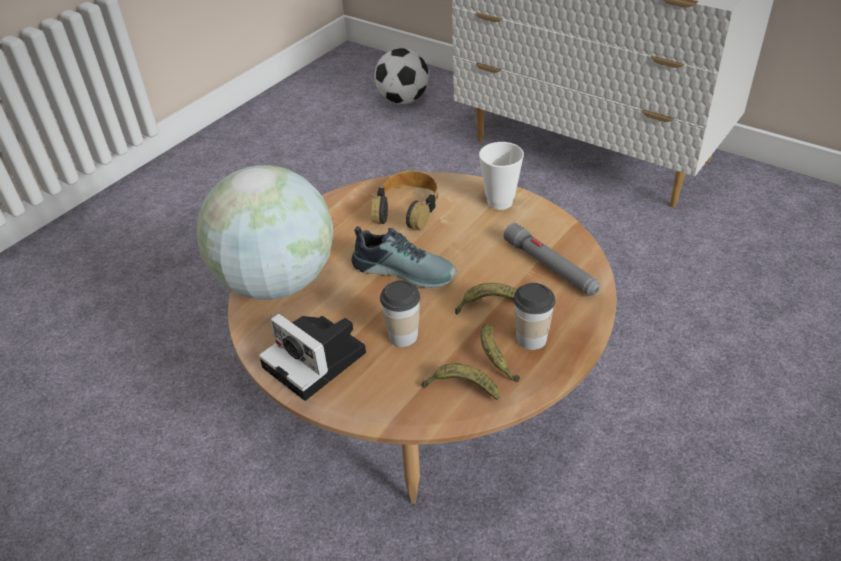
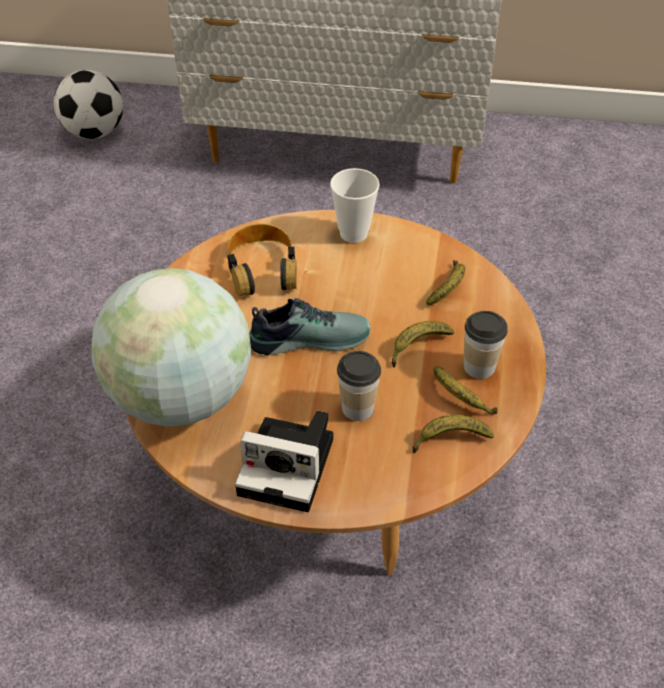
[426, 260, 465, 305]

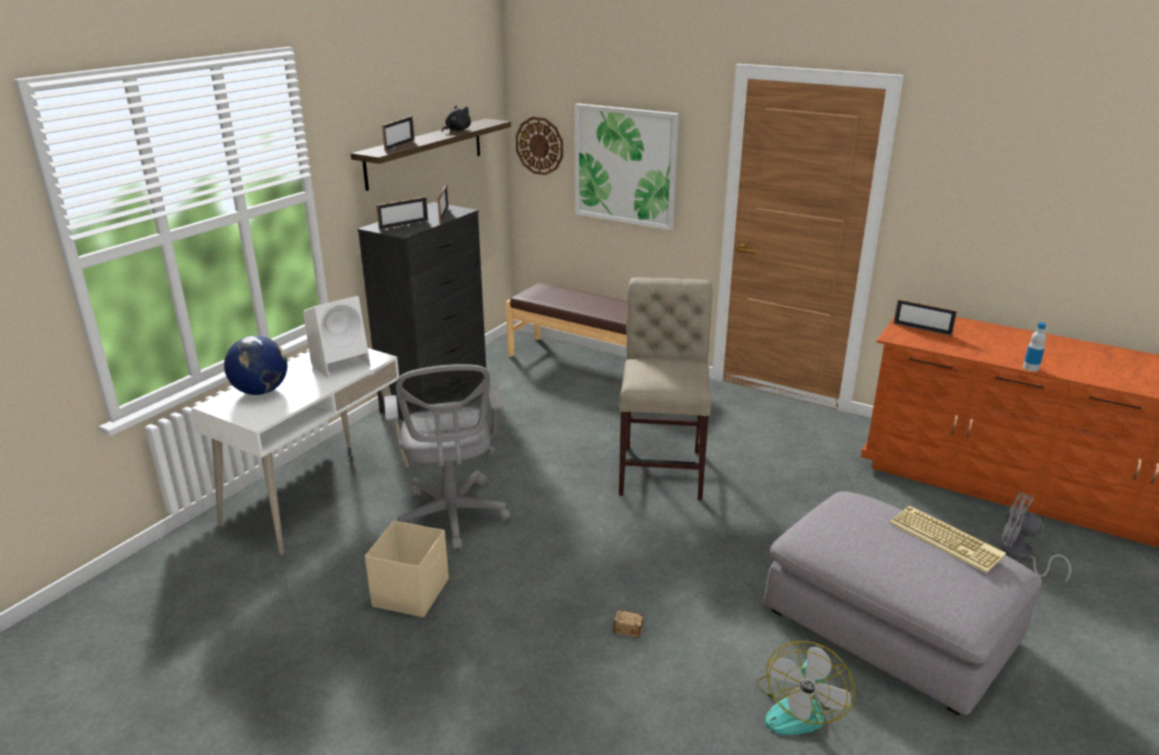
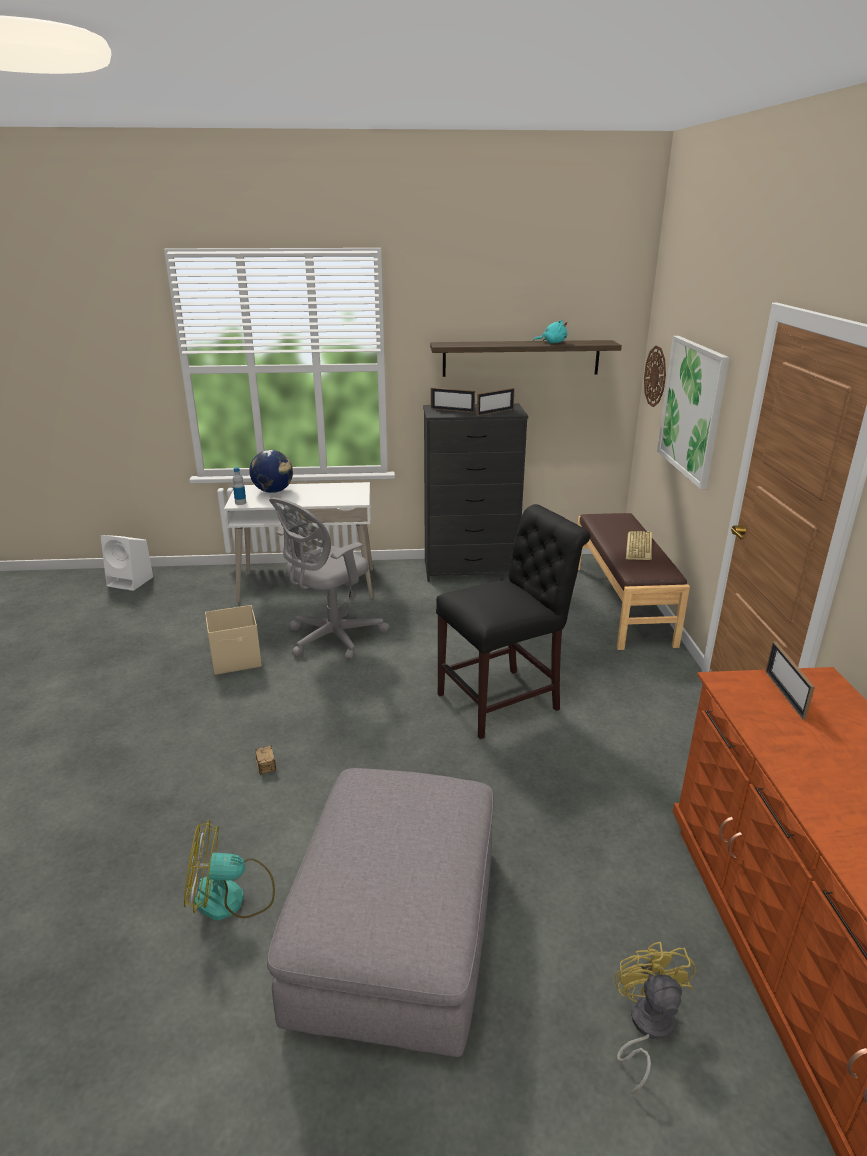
[101, 535, 153, 591]
[382, 116, 415, 151] (first image)
[533, 320, 567, 343]
[436, 504, 591, 739]
[626, 531, 652, 560]
[615, 942, 696, 1094]
[233, 467, 246, 505]

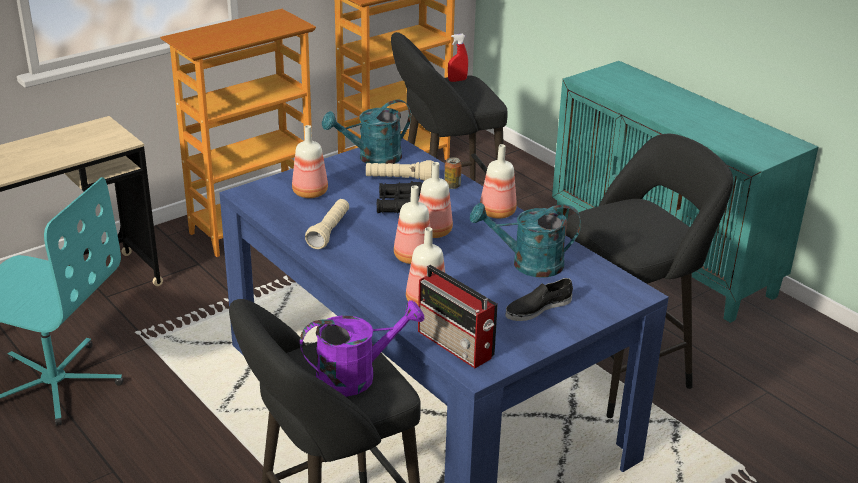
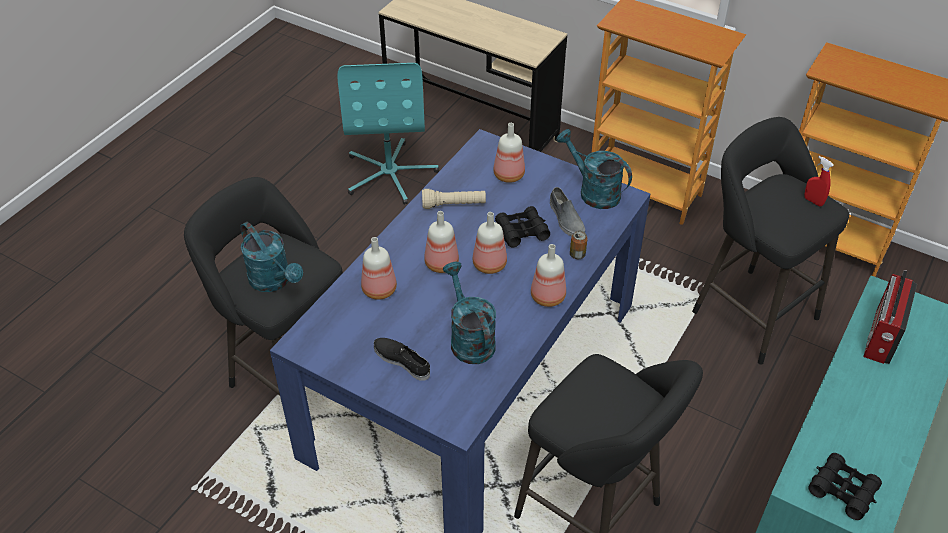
[240, 222, 303, 292]
[550, 187, 585, 236]
[863, 270, 917, 364]
[808, 453, 882, 520]

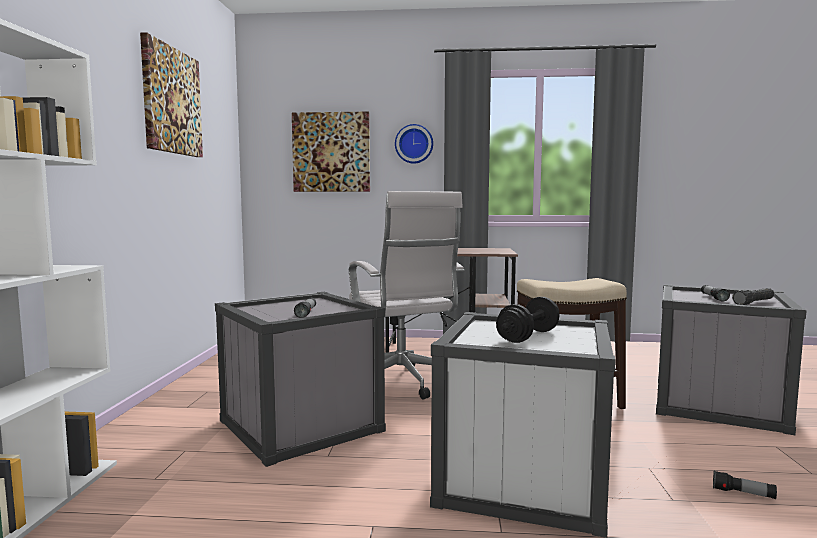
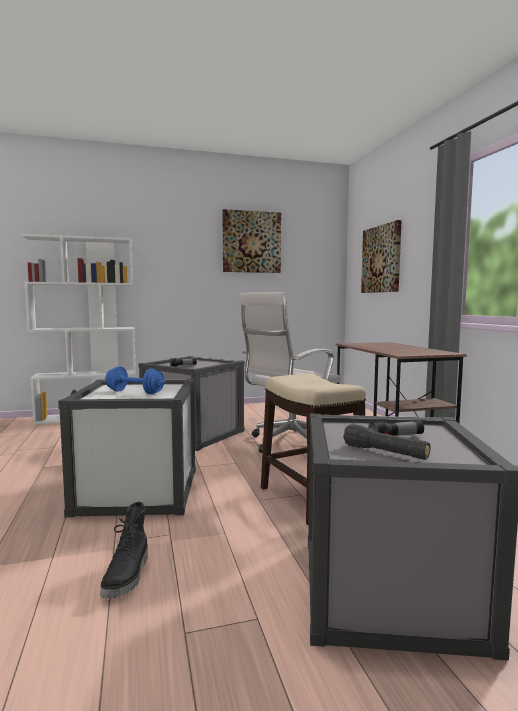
[395, 124, 433, 164] (first image)
[106, 366, 165, 394]
[100, 502, 148, 599]

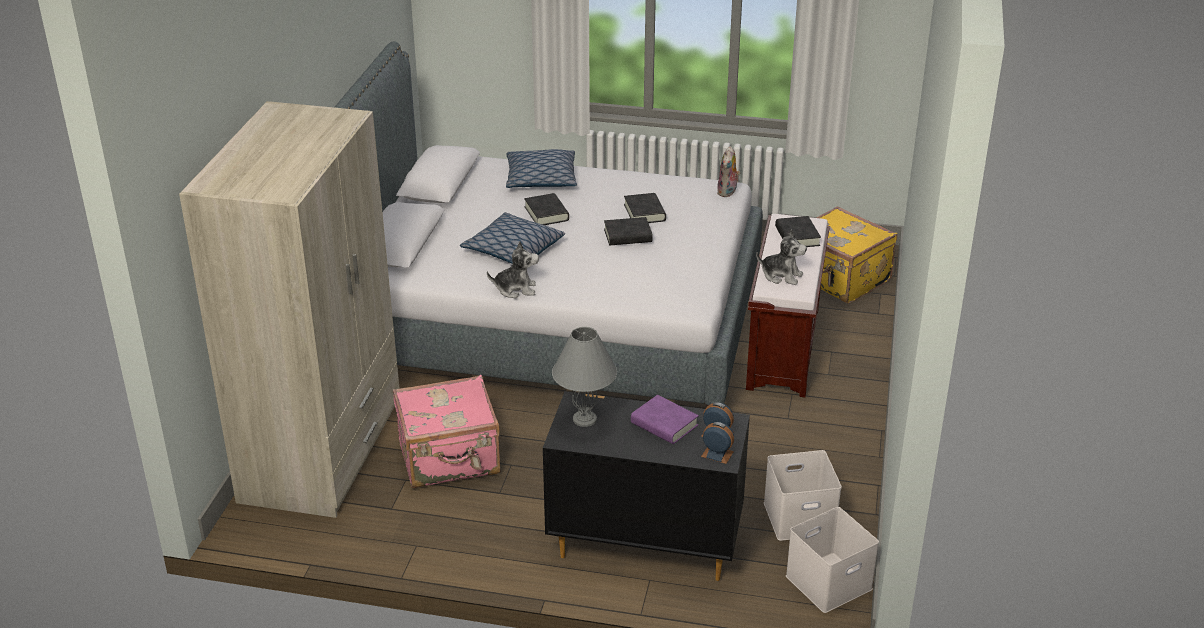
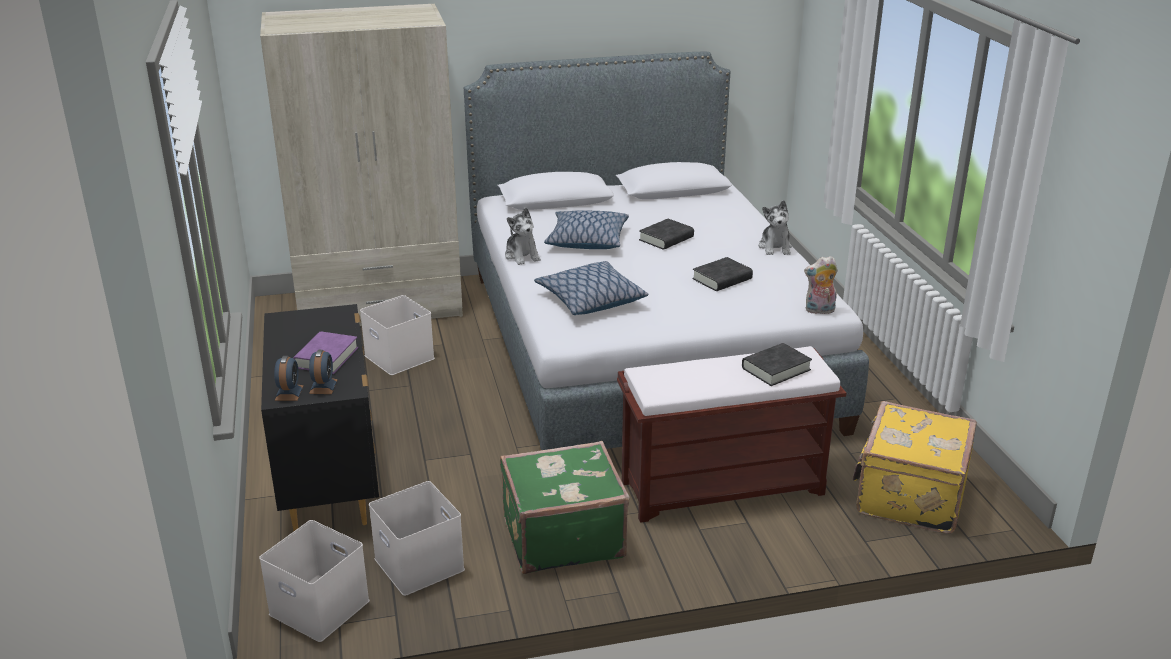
[360, 295, 435, 375]
[534, 261, 649, 315]
[552, 327, 617, 427] (first image)
[604, 217, 653, 245] (first image)
[759, 200, 792, 255]
[500, 441, 629, 574]

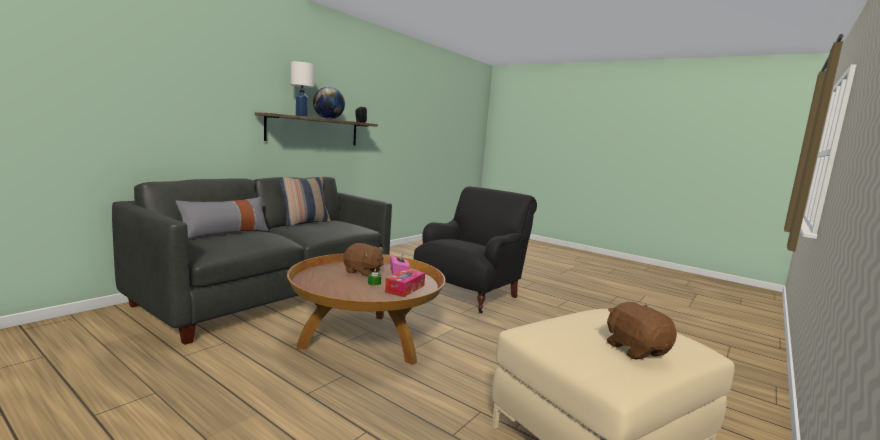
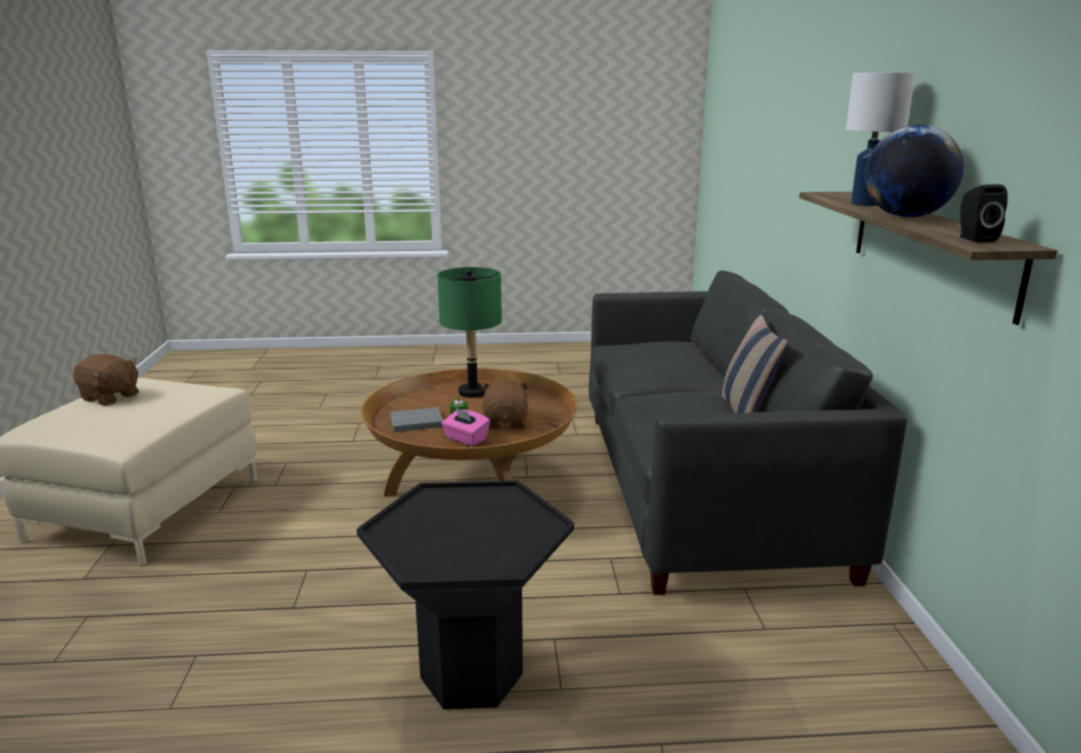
[176, 197, 269, 239] (first image)
[481, 379, 530, 429]
[390, 407, 443, 432]
[357, 480, 574, 709]
[437, 267, 502, 398]

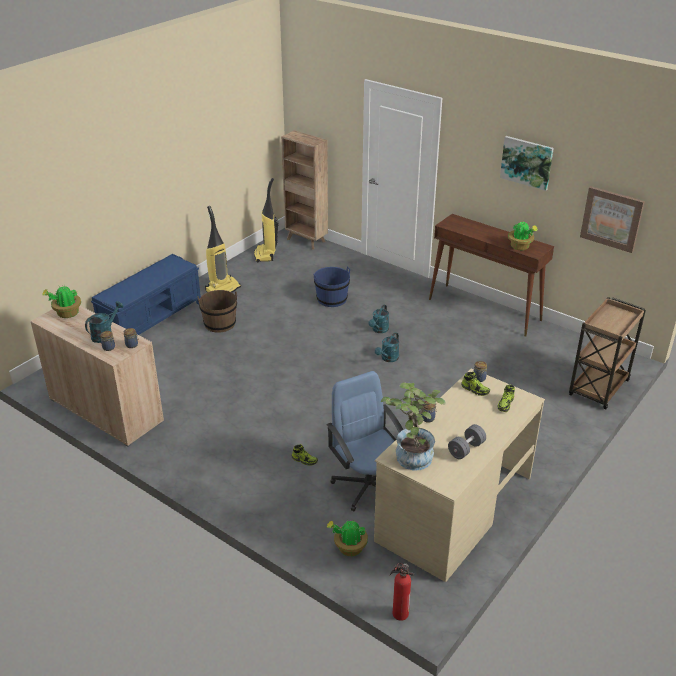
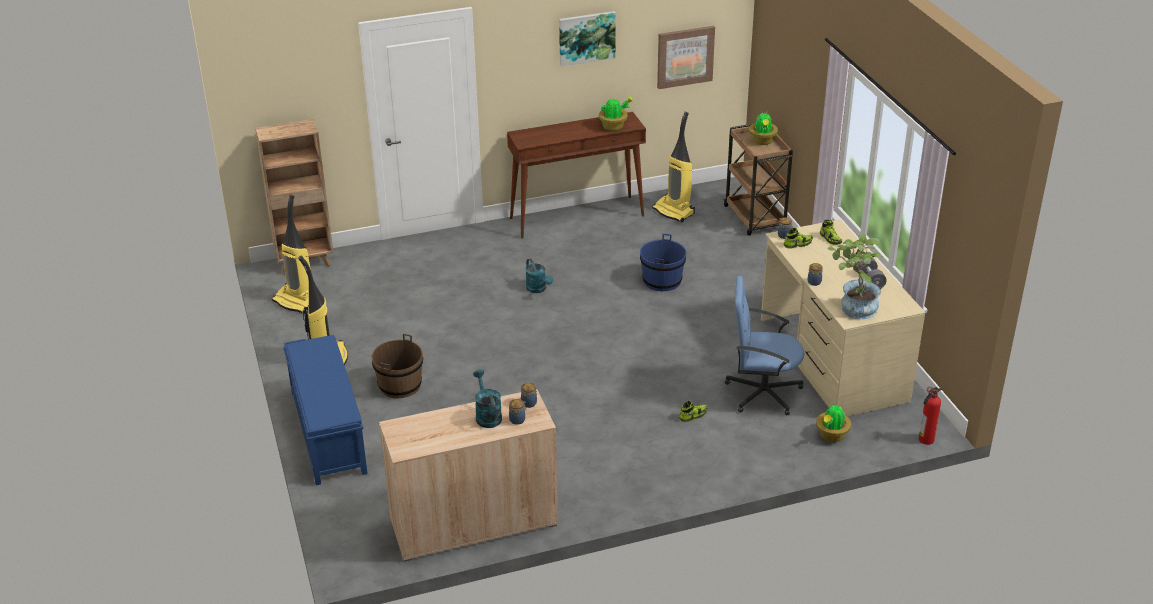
[749, 113, 778, 145]
[640, 234, 686, 291]
[375, 332, 399, 362] (first image)
[652, 112, 695, 222]

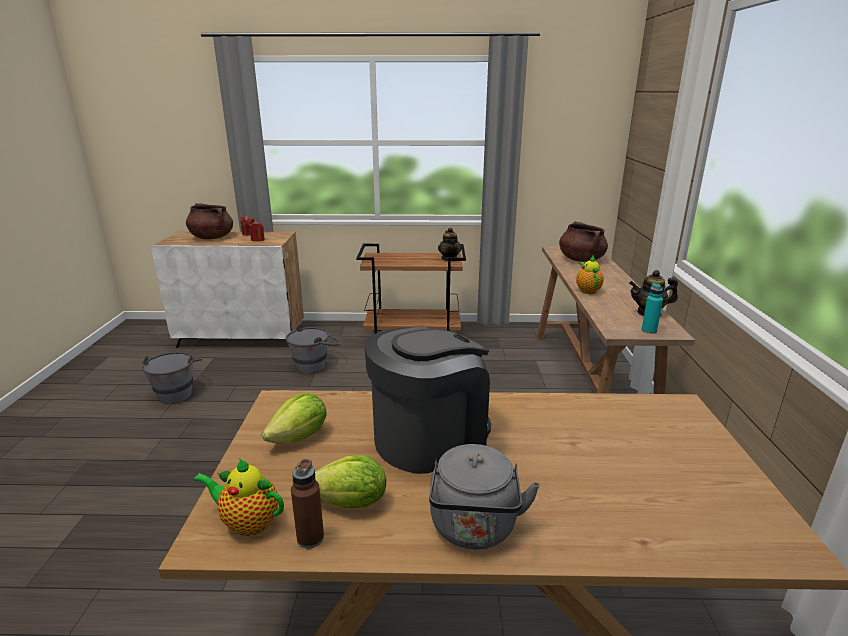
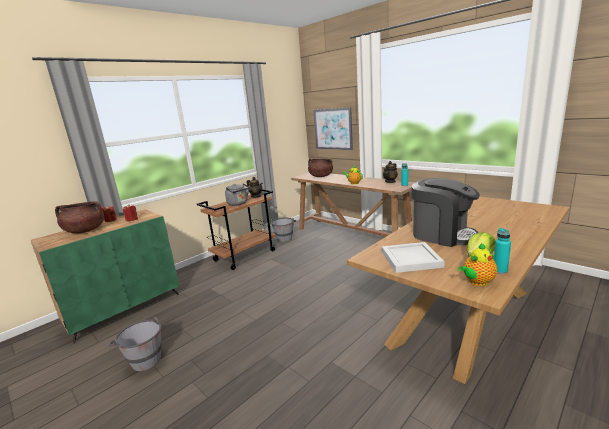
[31, 209, 179, 343]
[382, 242, 445, 273]
[270, 218, 296, 242]
[494, 228, 511, 274]
[412, 178, 480, 247]
[225, 183, 250, 206]
[314, 107, 353, 150]

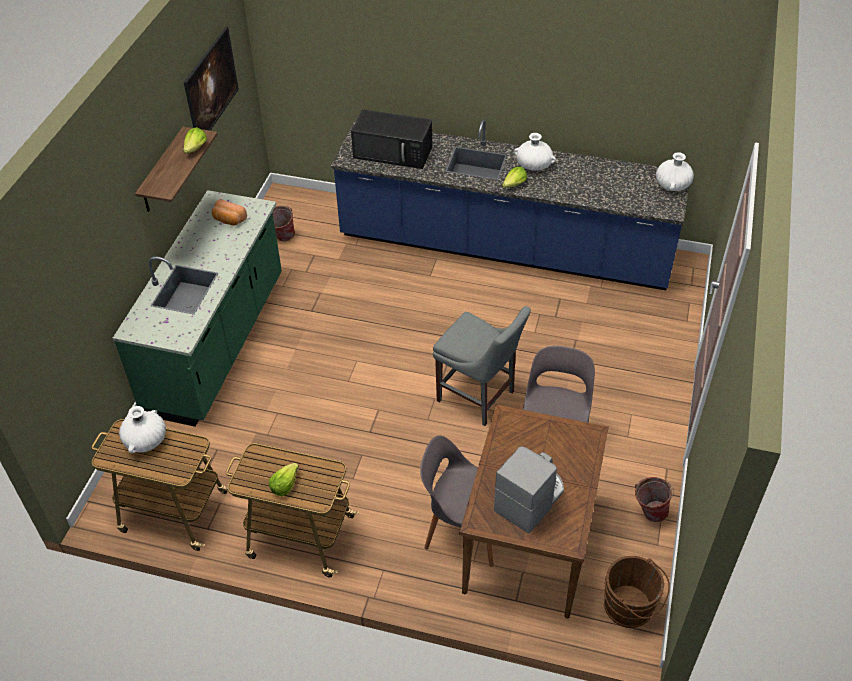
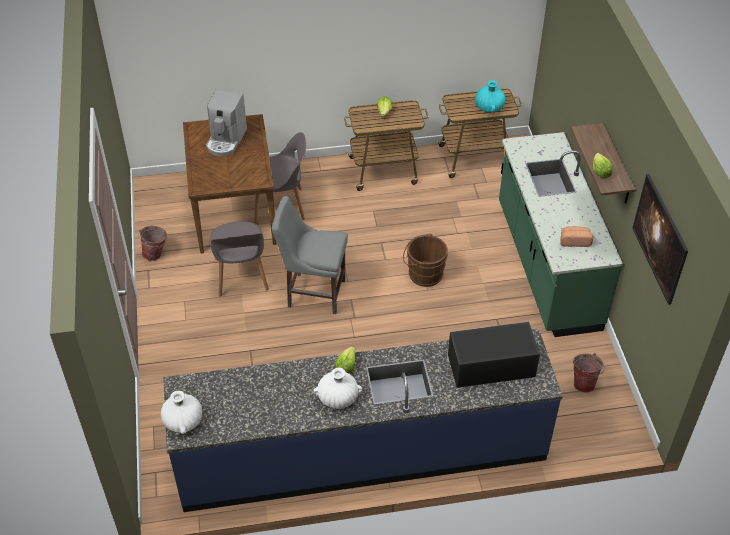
[475, 80, 506, 113]
[403, 234, 448, 287]

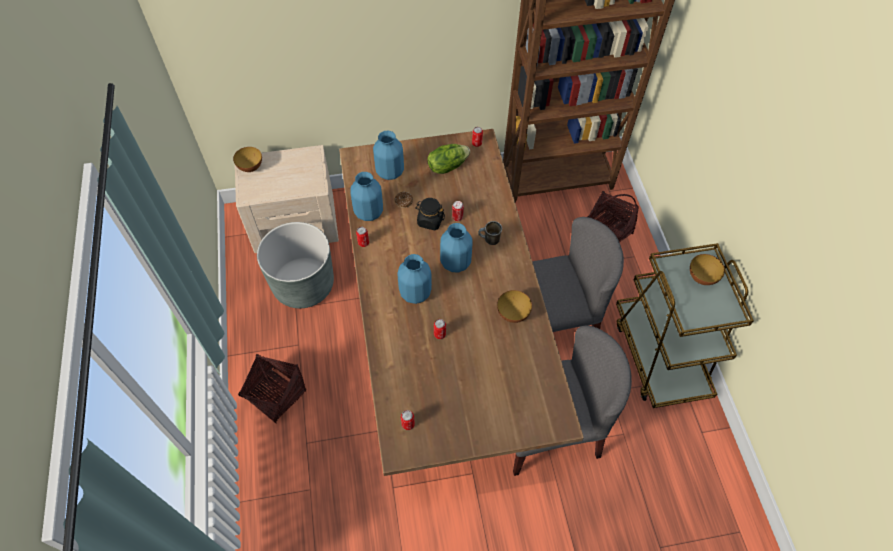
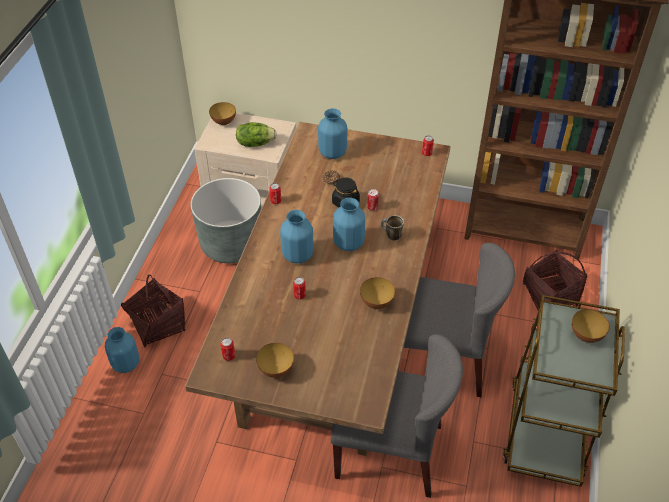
[105, 327, 139, 373]
[236, 122, 277, 147]
[256, 343, 294, 378]

